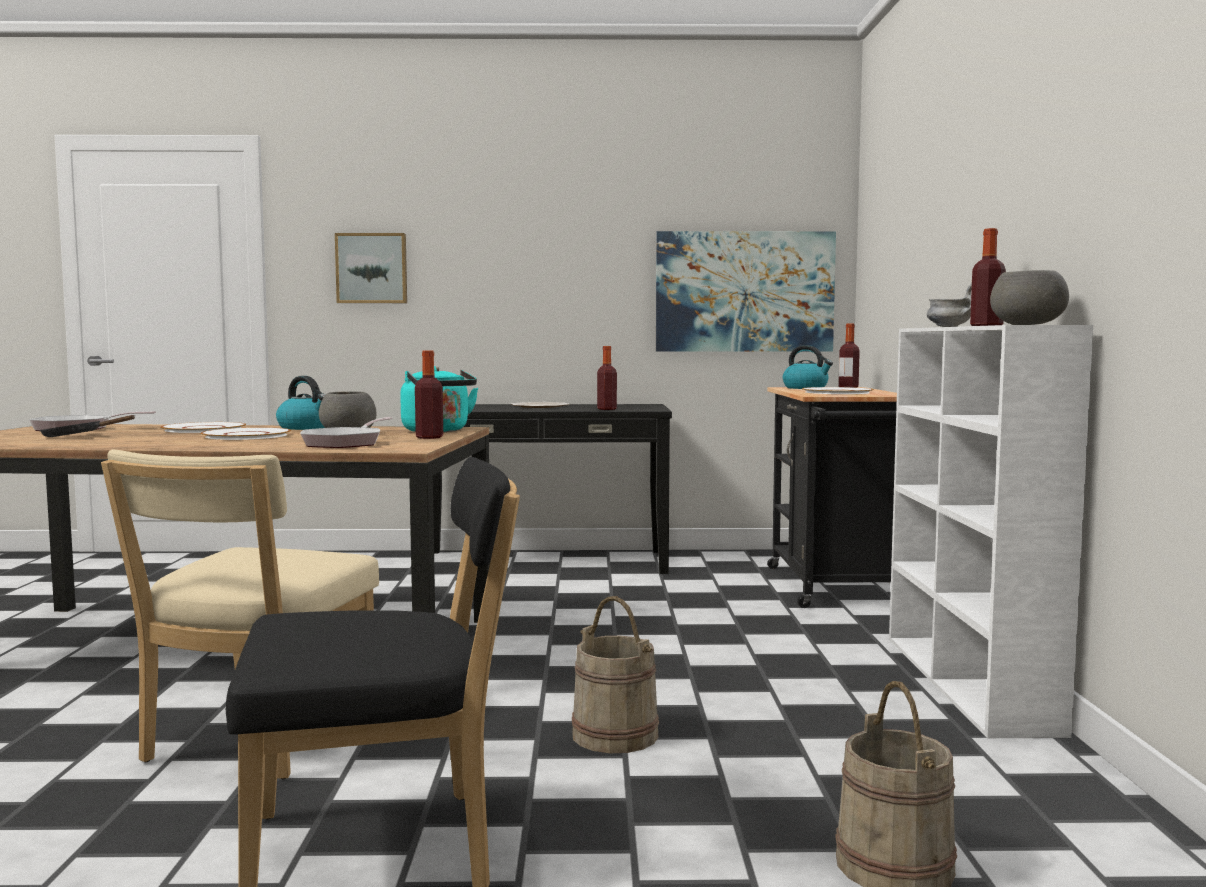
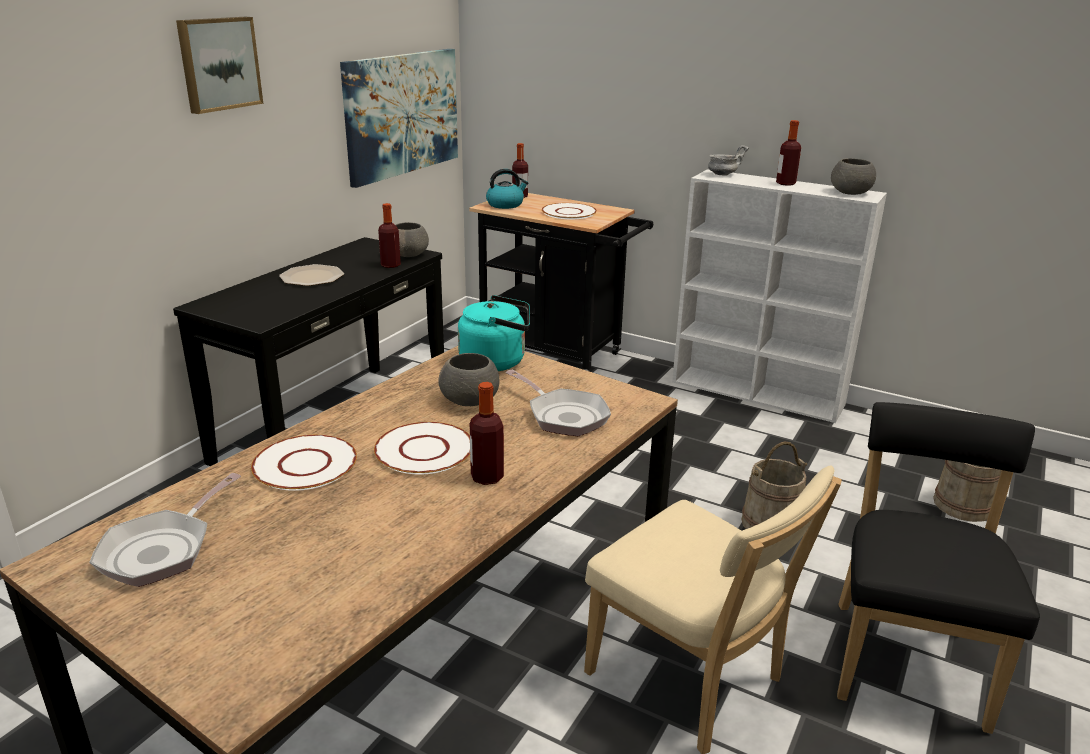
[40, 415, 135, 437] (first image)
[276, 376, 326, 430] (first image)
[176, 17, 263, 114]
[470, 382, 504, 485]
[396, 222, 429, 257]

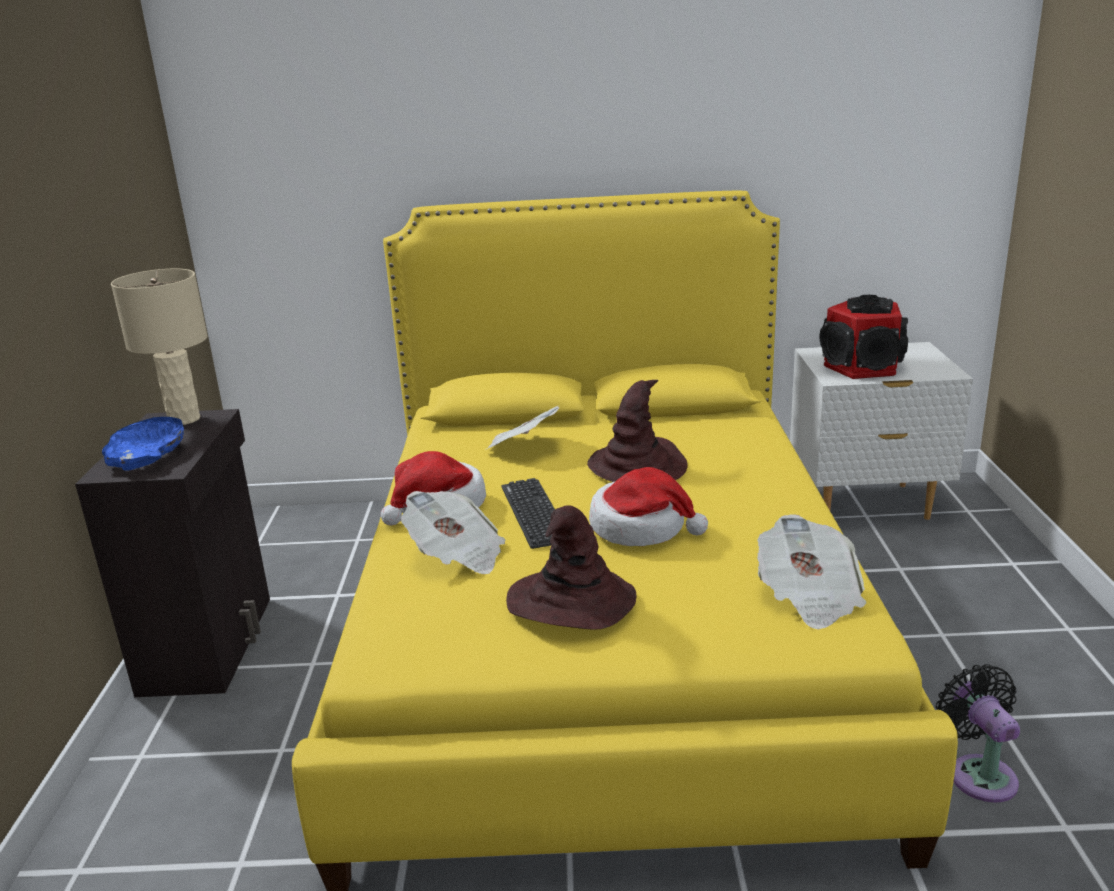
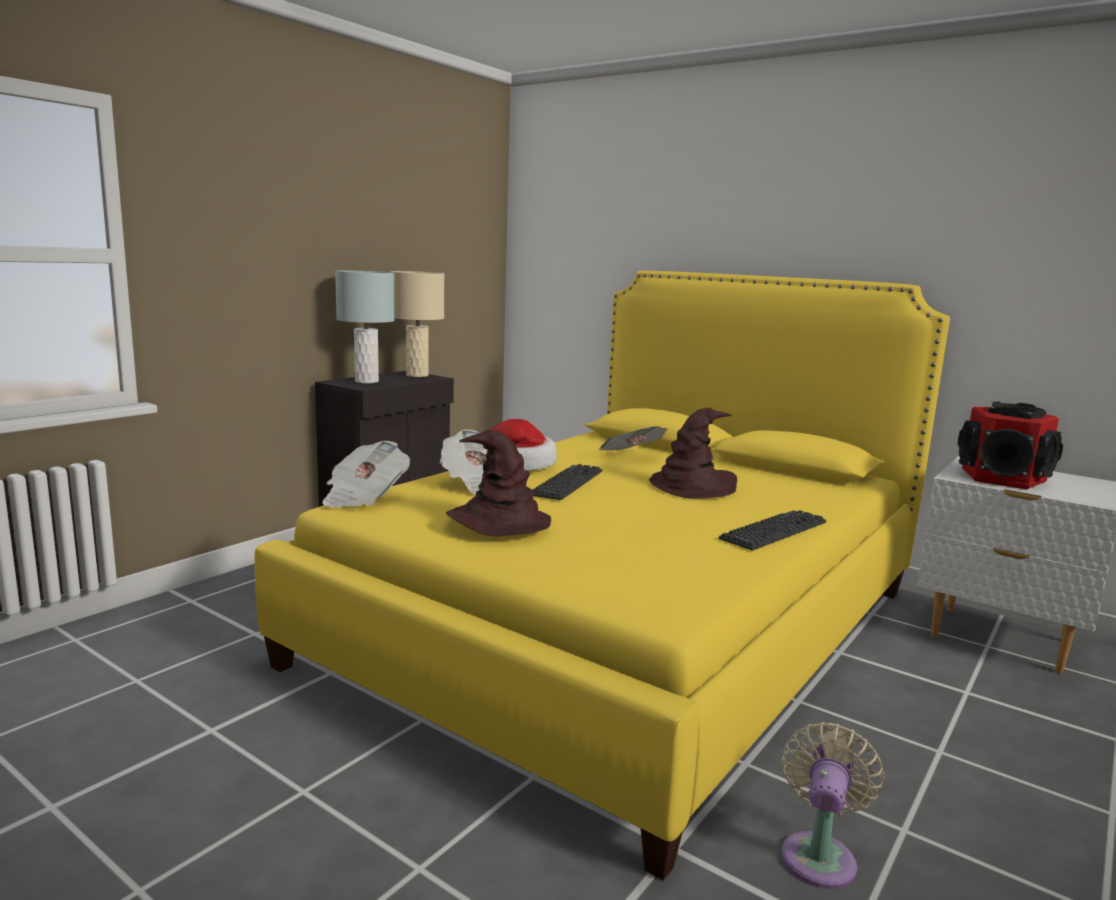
[335, 270, 395, 383]
[589, 467, 708, 546] (first image)
[322, 441, 410, 508]
[781, 722, 884, 889]
[719, 510, 826, 550]

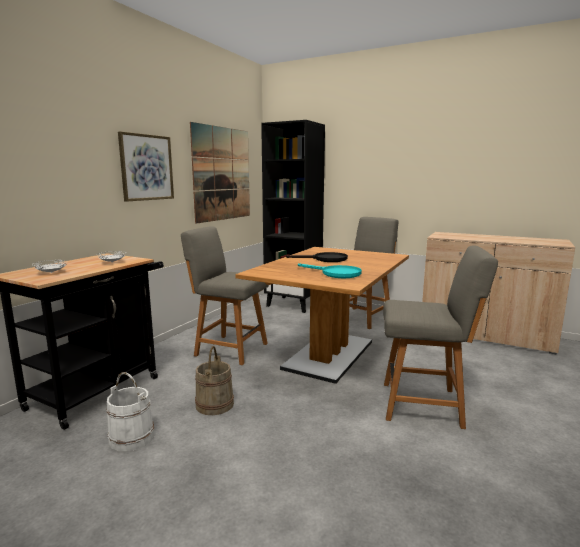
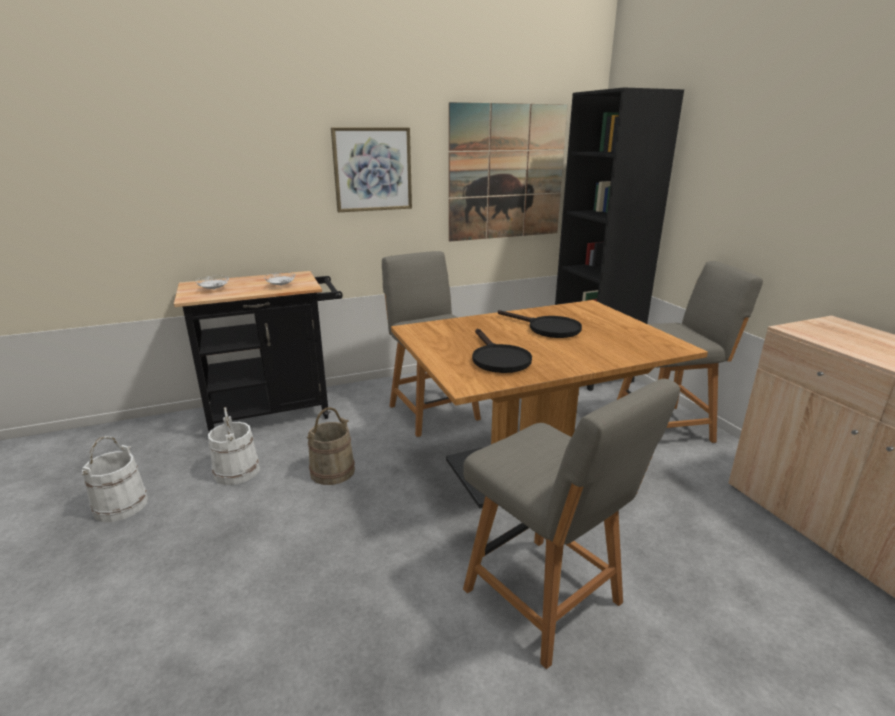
[472, 329, 532, 373]
[81, 436, 148, 522]

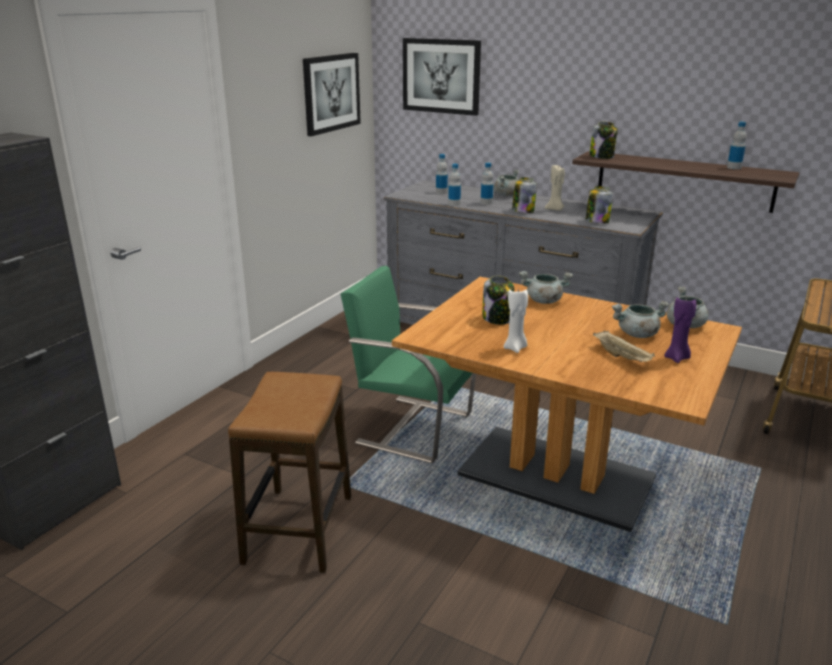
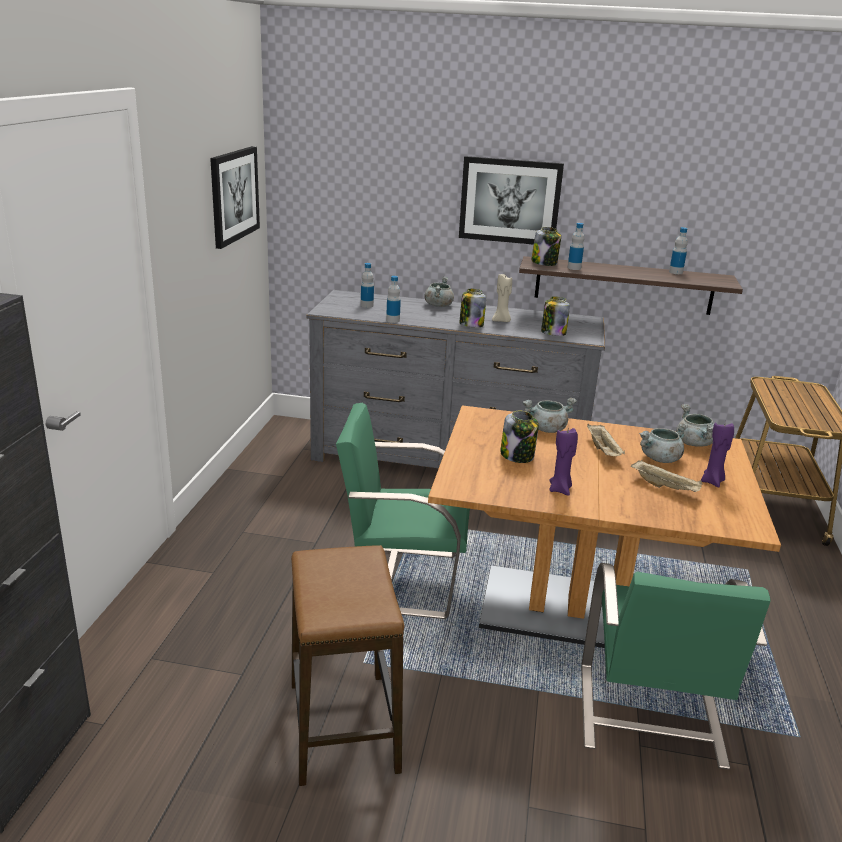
[459, 156, 564, 245]
[567, 223, 584, 270]
[549, 428, 578, 496]
[581, 563, 771, 770]
[587, 424, 625, 456]

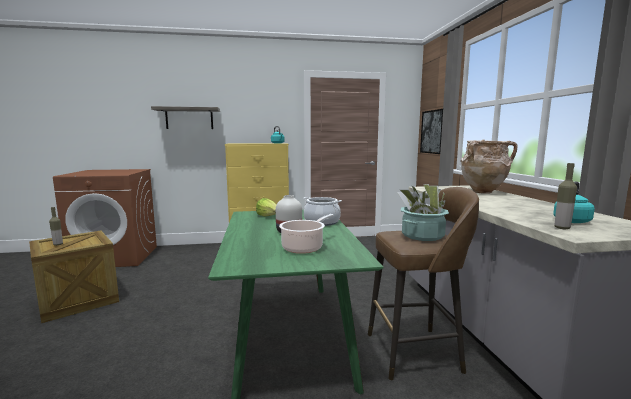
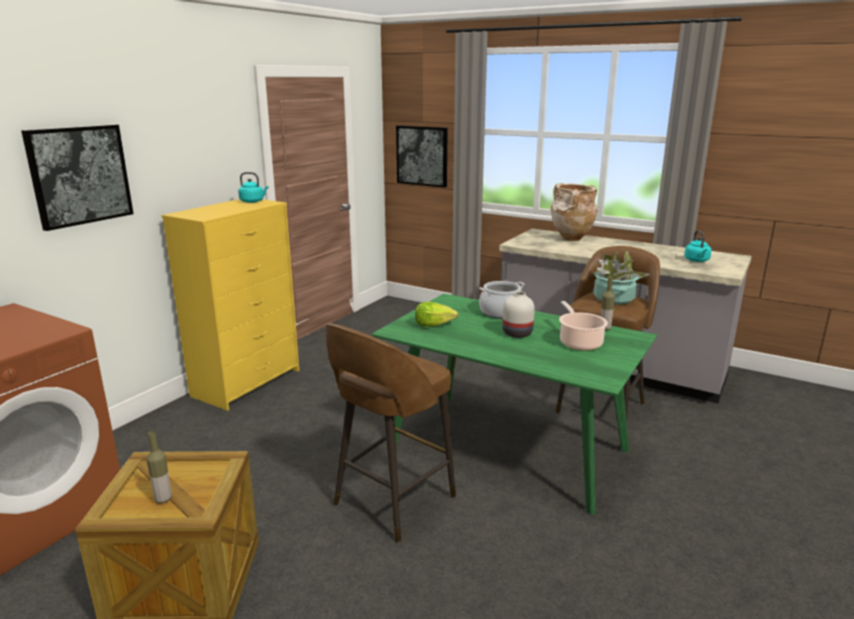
[21, 124, 133, 231]
[601, 277, 615, 330]
[326, 323, 456, 542]

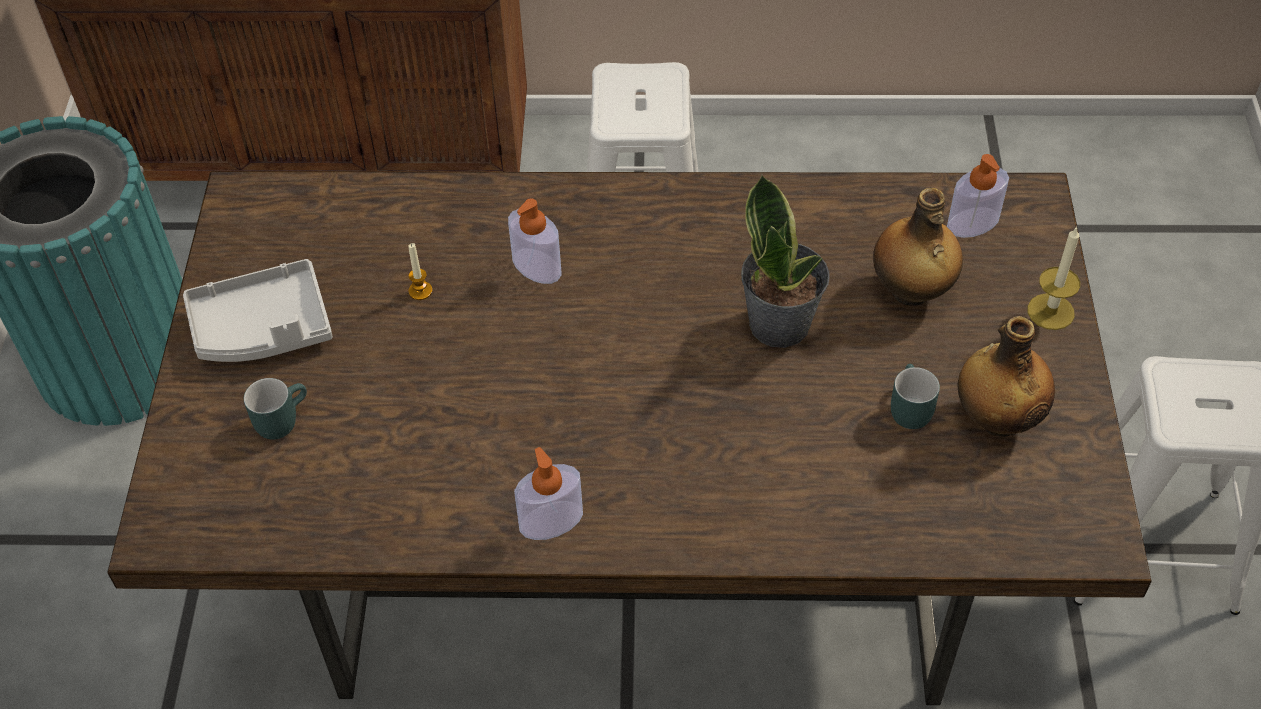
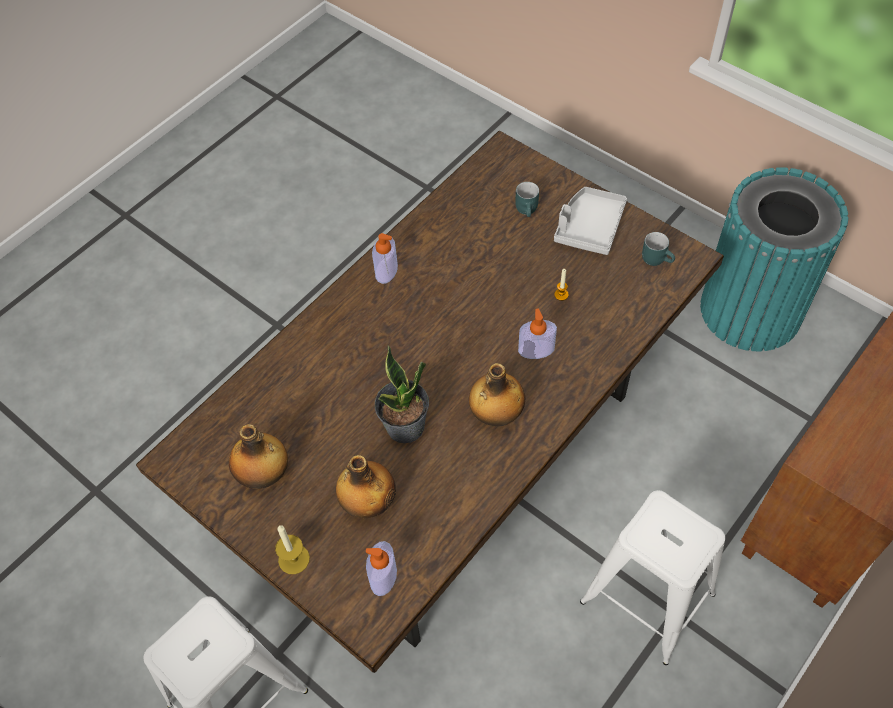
[642, 232, 675, 266]
[469, 363, 526, 426]

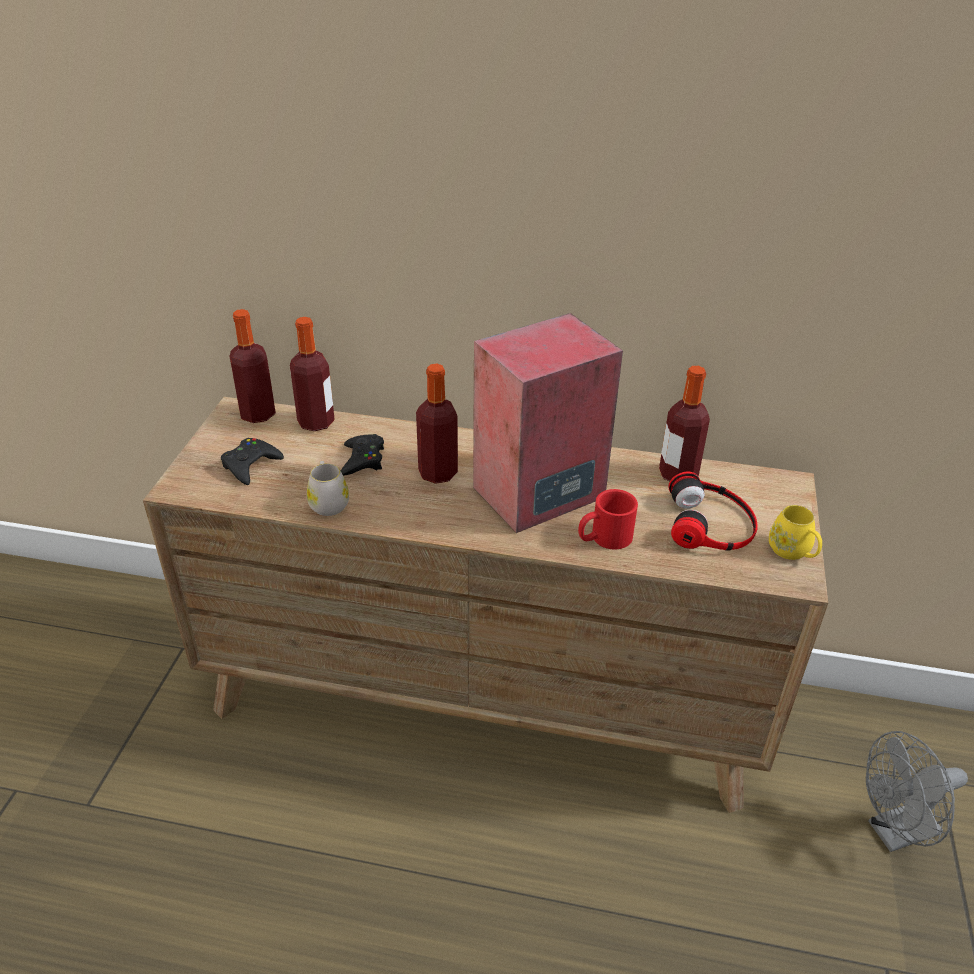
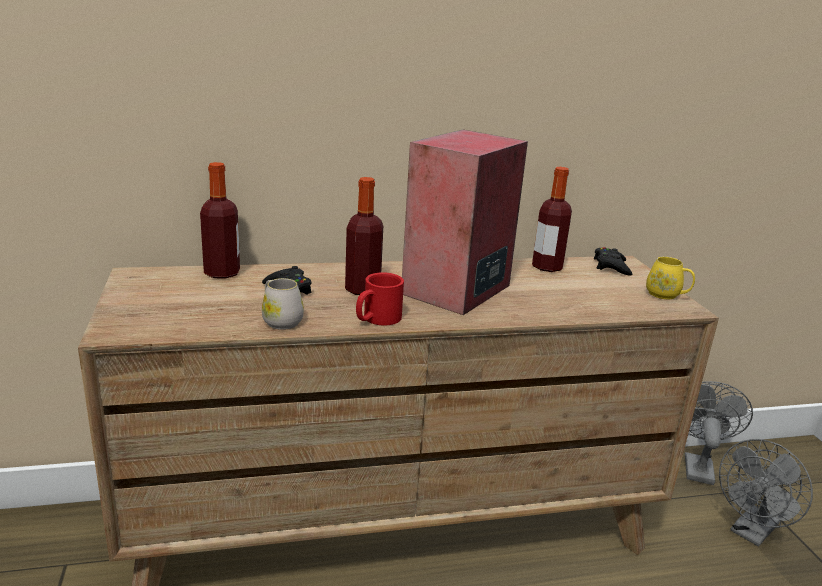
[594, 247, 632, 276]
[230, 309, 276, 423] (first image)
[356, 272, 404, 325]
[668, 471, 758, 551] (first image)
[685, 381, 753, 485]

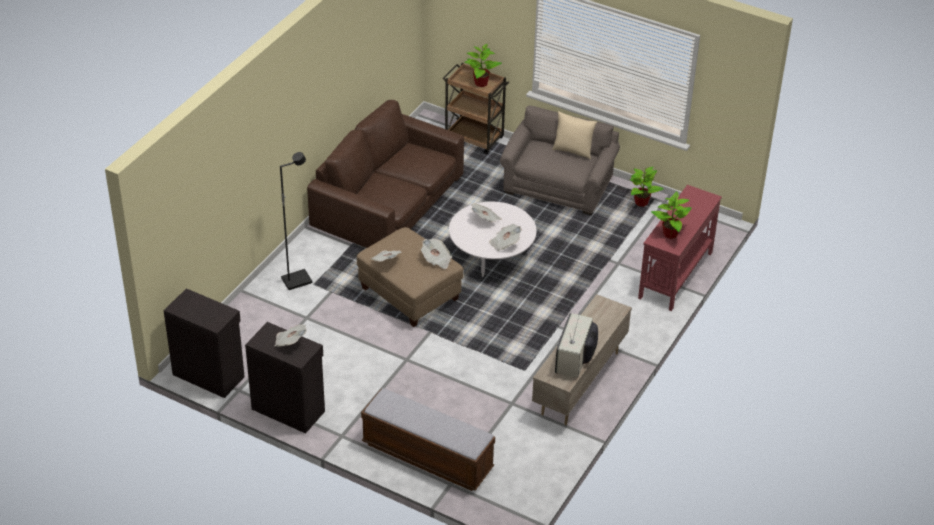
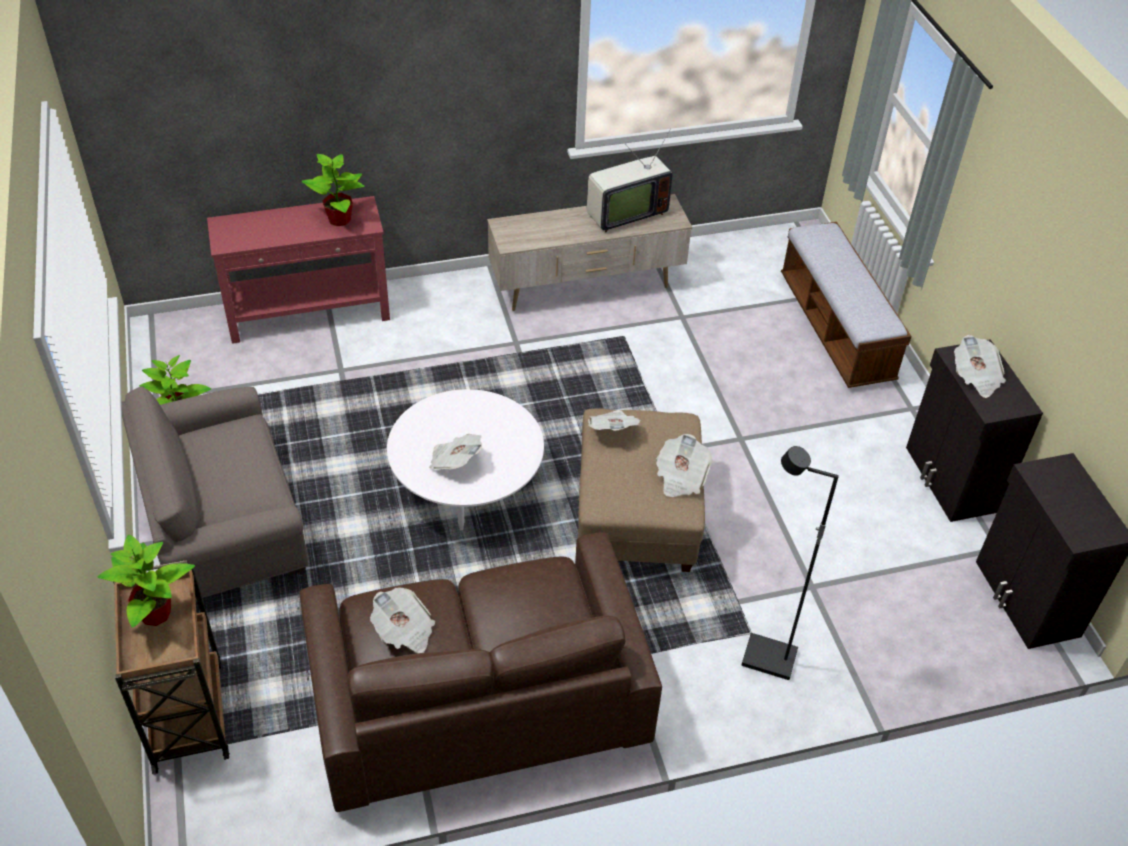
[370, 588, 435, 653]
[552, 111, 597, 160] (first image)

